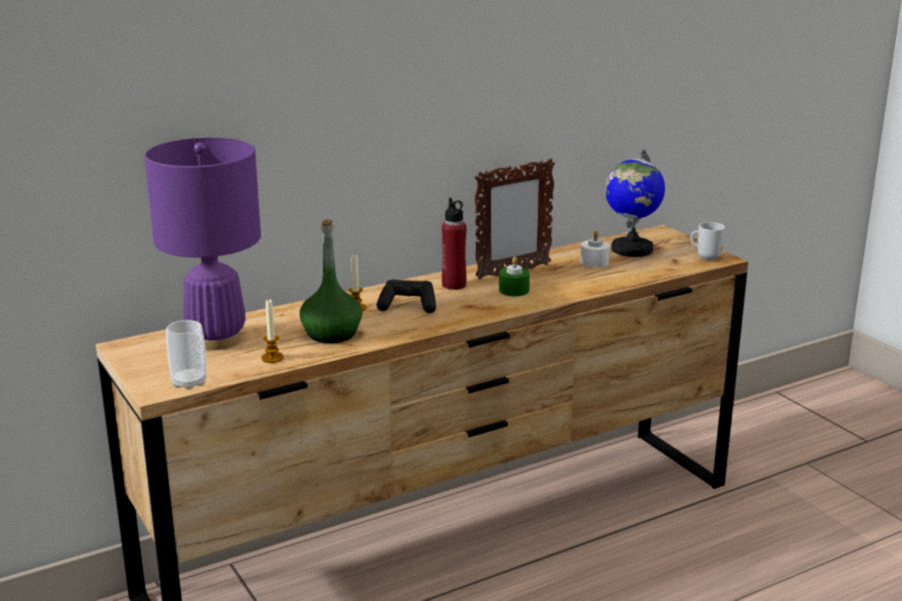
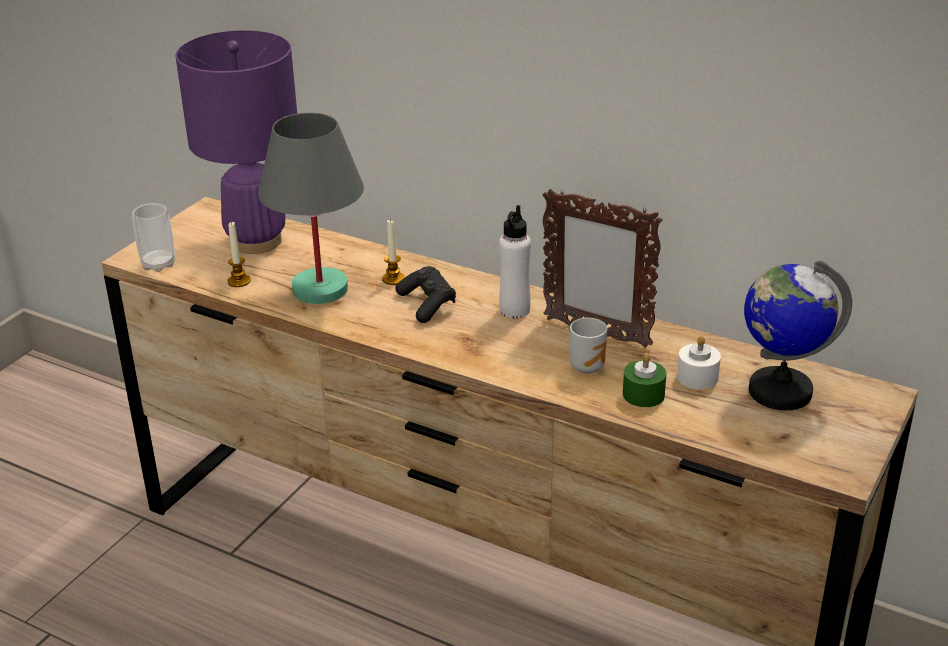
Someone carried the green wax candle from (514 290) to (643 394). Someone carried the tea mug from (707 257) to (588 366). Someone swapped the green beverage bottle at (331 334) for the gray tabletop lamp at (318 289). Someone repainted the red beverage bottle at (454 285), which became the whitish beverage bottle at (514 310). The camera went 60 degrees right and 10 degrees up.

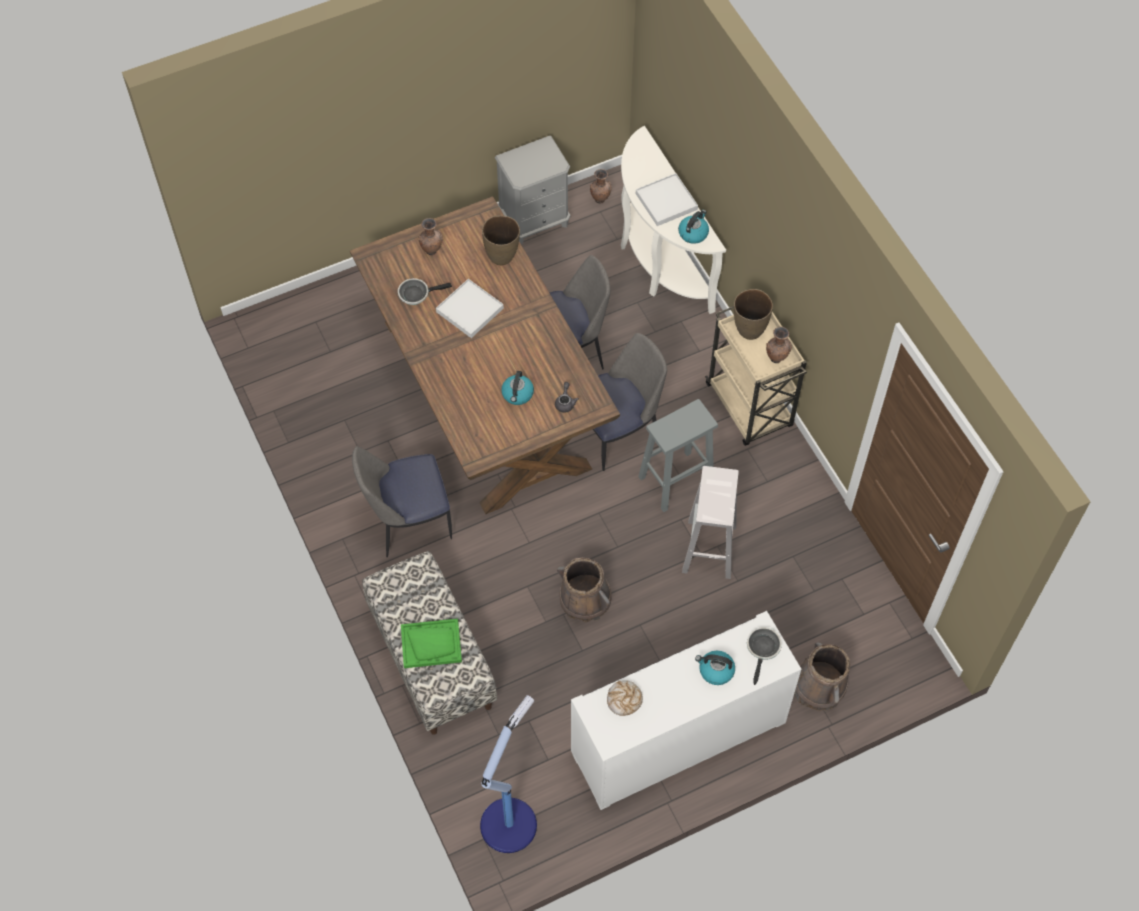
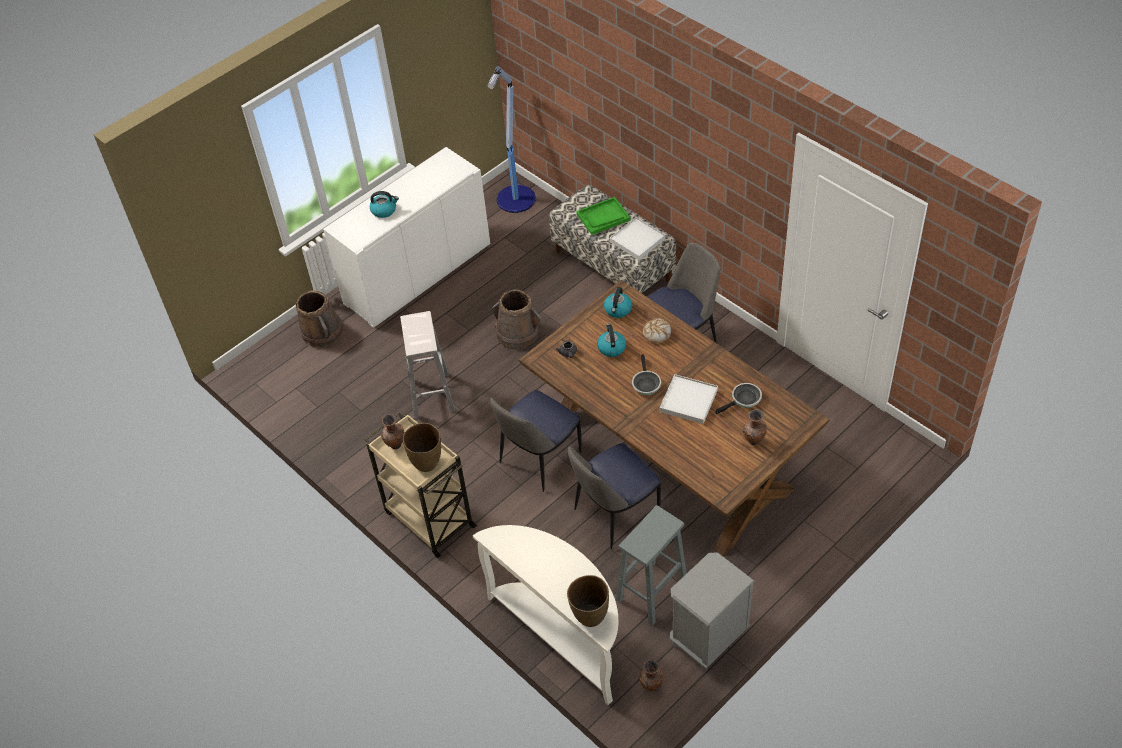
Someone carried the brownish vase from (502 256) to (590 617). Someone carried the bakery bread from (624 700) to (657 333). Someone carried the whitish tray from (666 201) to (637 240). Someone carried the gray stool from (677 480) to (651 594). Someone carried the water kettle from (693 233) to (618 310). Someone carried the skillet from (763 649) to (645 383). The camera went 165 degrees right and 10 degrees down.

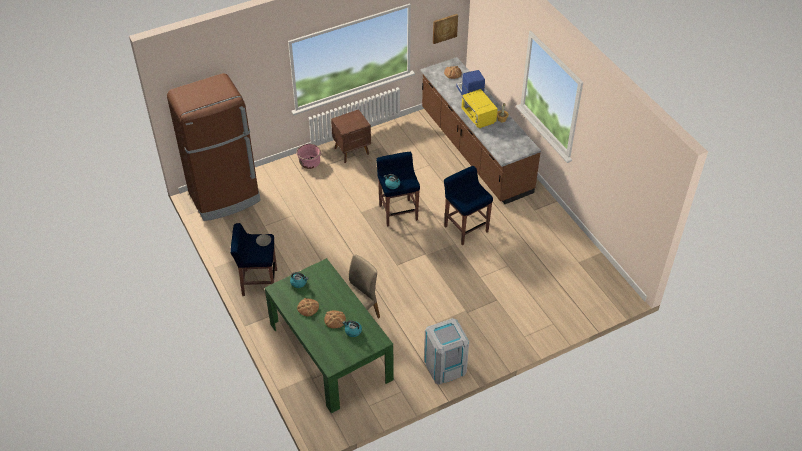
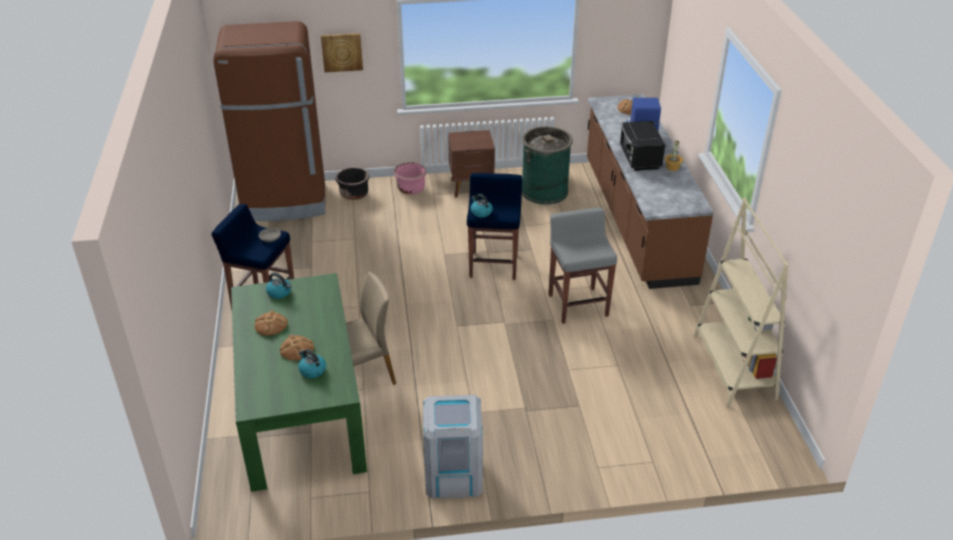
Someone put down the blackish plant pot at (354 194). Someone put down the green trash can at (544 191). Someone put down the sand-coloured shelving unit at (734 367). Someone carried the wall art from (444 28) to (342 52). Someone repainted the blue-coloured stool at (465 228), which became the gray stool at (578 304). Someone repainted the yellow-coloured kitchen microwave at (478 117), which became the blackish kitchen microwave at (639 159). The camera went 20 degrees right and 10 degrees down.

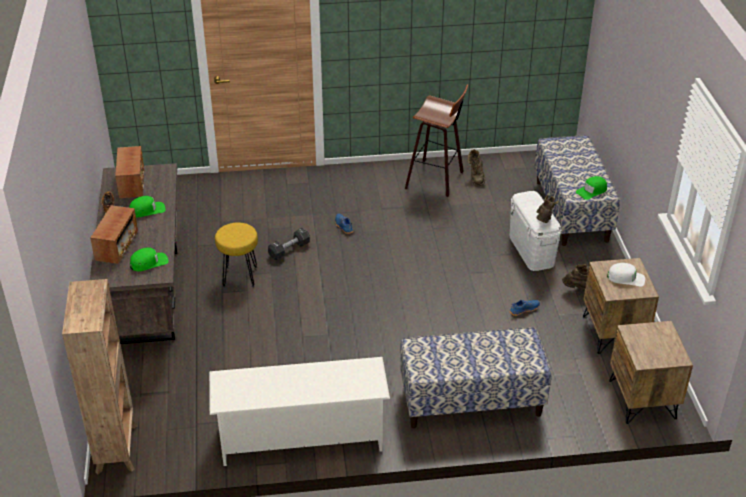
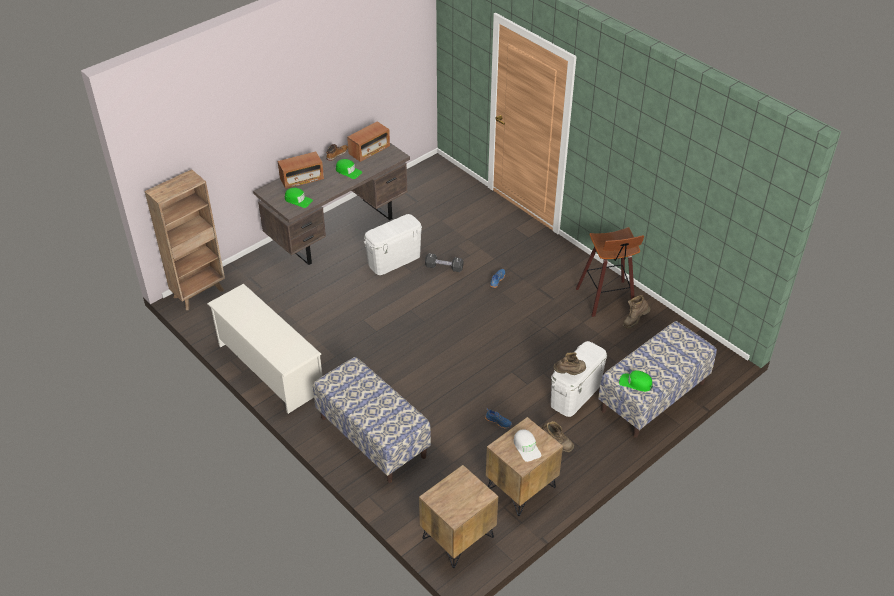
Someone swapped the yellow-coloured stool at (240 277) for the whitish storage bin at (394 260). The camera went 55 degrees right and 5 degrees up.

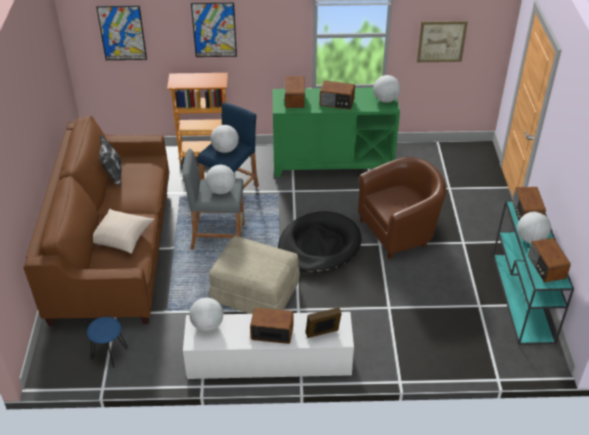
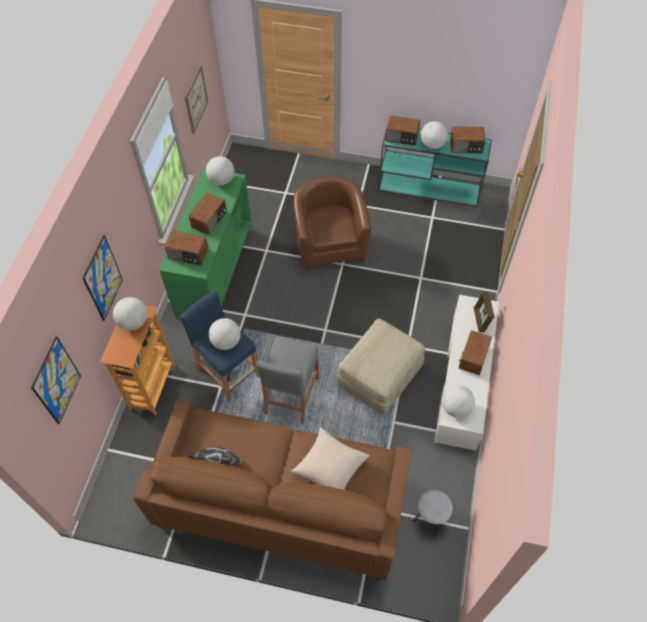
Someone took away the blackish dog bed at (319 246). Someone carried the world globe from (221 190) to (133 322). Someone repainted the blue-coloured stool at (109 354), which became the gray stool at (431 518). The camera went 75 degrees left and 15 degrees up.

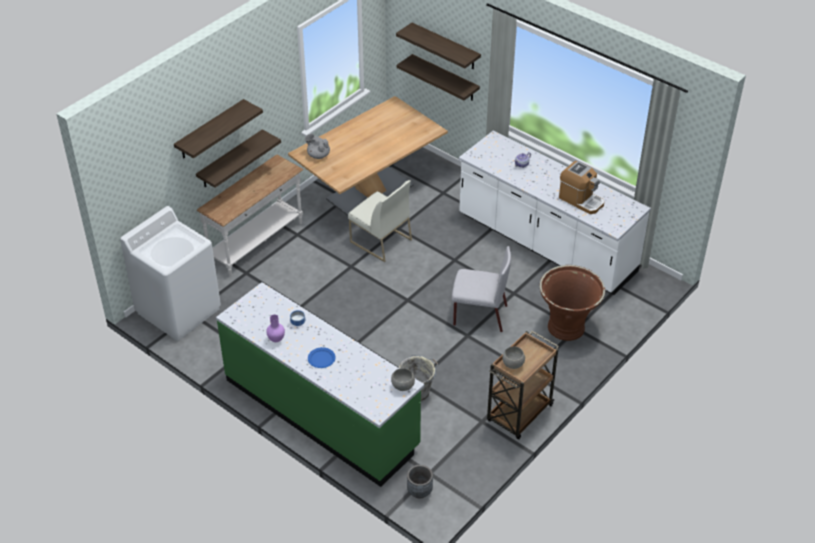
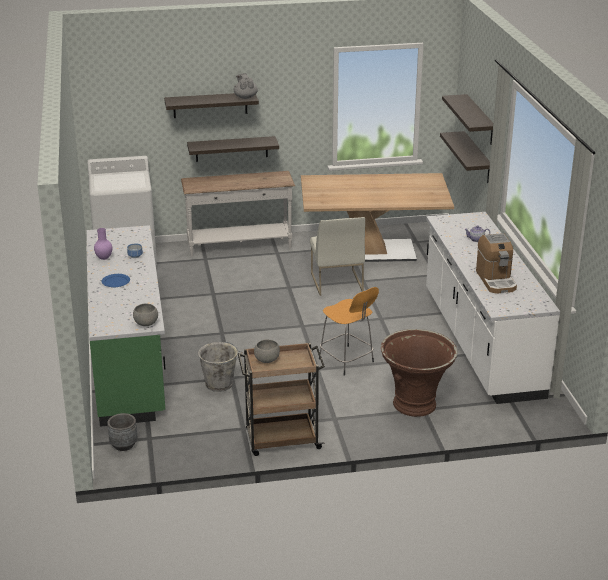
Someone carried the gray teapot from (318 155) to (245 97). Someone swapped the gray chair at (479 315) for the orange stool at (347 361). The camera went 40 degrees right and 15 degrees down.

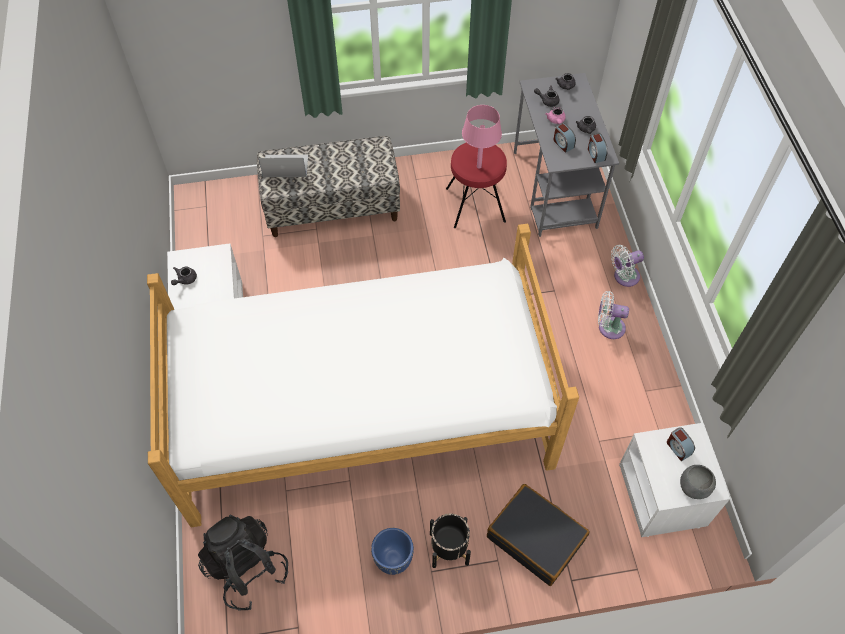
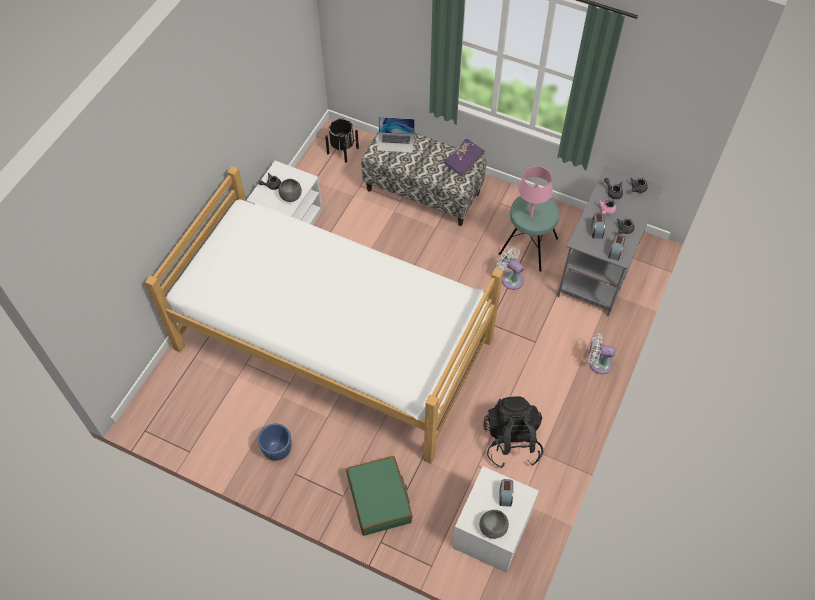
Someone put down the gray deep dish at (291 196). Someone put down the purple-coloured bound book at (464 161). Someone carried the blackish knapsack from (246 568) to (511 441). Someone carried the blackish plant pot from (449 549) to (342 150). Someone carried the whitish electric fan from (608 327) to (510 278). Someone repainted the red stool at (475 205), which became the turquoise stool at (528 246). Someone repainted the blackish piece of luggage at (536 538), which became the green piece of luggage at (379 499). Someone rotated the portable computer at (285 166) by 150 degrees clockwise. The camera went 35 degrees right and 0 degrees up.

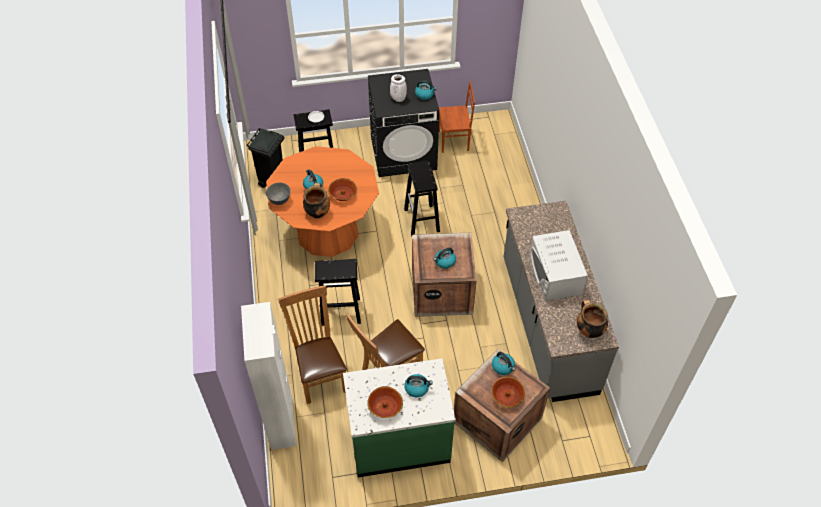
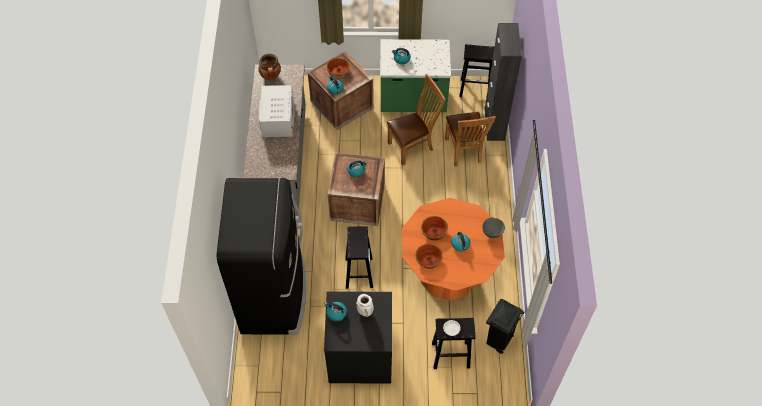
Someone took away the stockpot at (317 212). Someone took away the brownish chair at (454 141). Someone put down the blackish refrigerator at (274 295). Someone carried the blackish stool from (339 311) to (475 89). Someone carried the deep dish from (385 407) to (428 259). Someone repainted the whitish cabinet at (281 422), which became the blackish cabinet at (494 124). The camera went 170 degrees left and 5 degrees up.

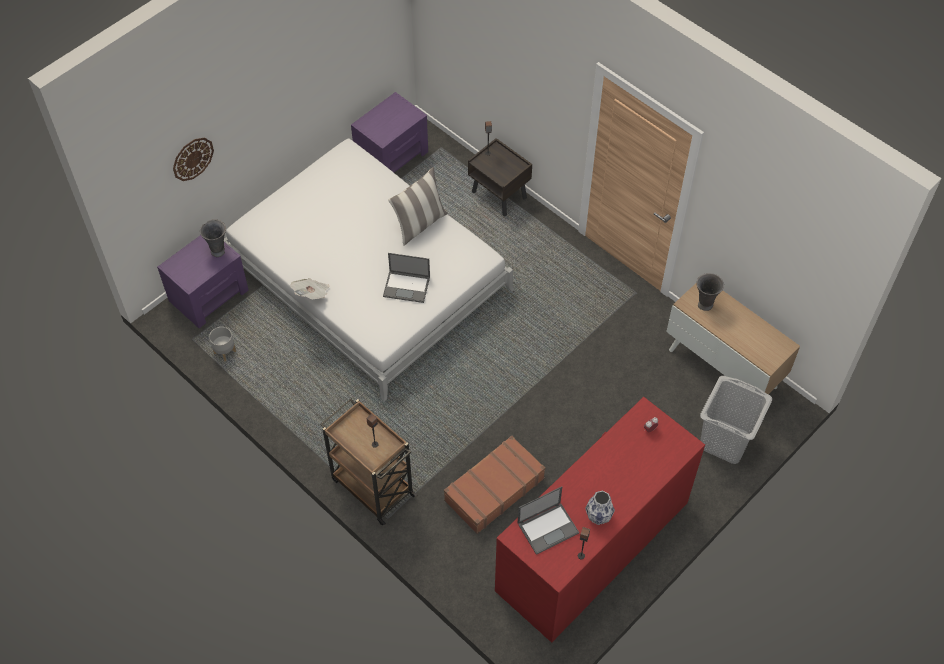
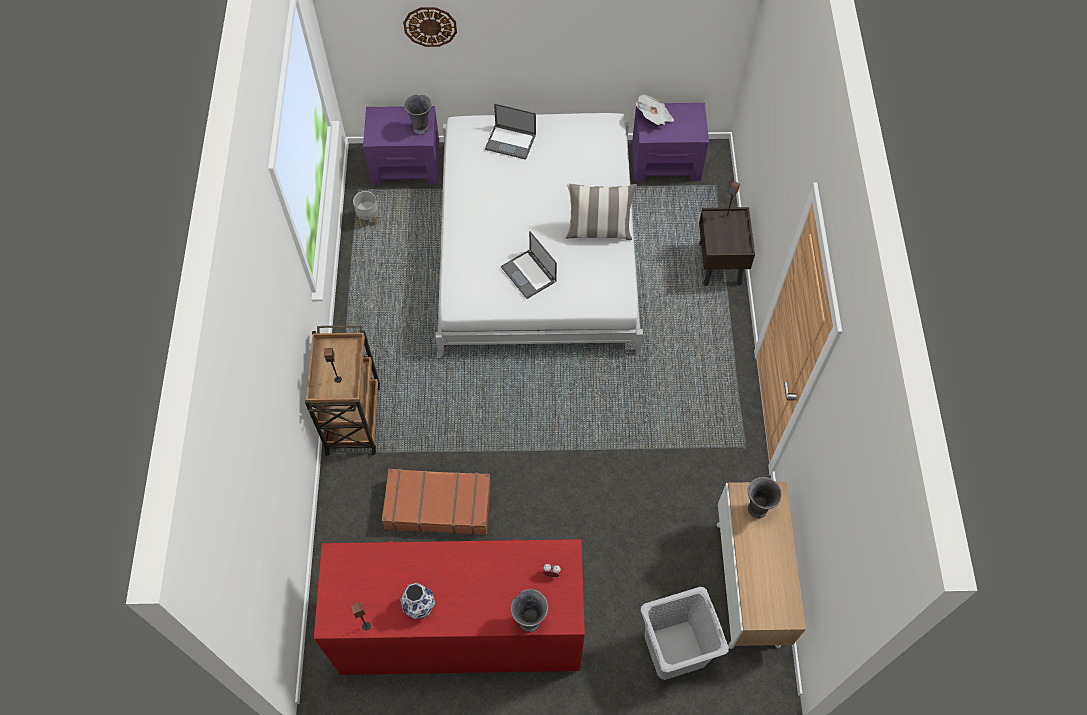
Someone put down the gray vase at (530 620). Someone carried the printed paper from (312 294) to (654 117). Someone carried the portable computer from (548 527) to (511 141). The camera went 45 degrees right and 5 degrees up.

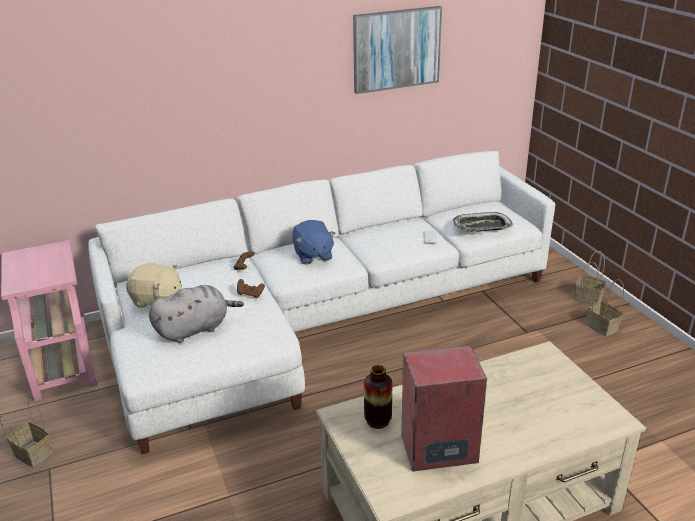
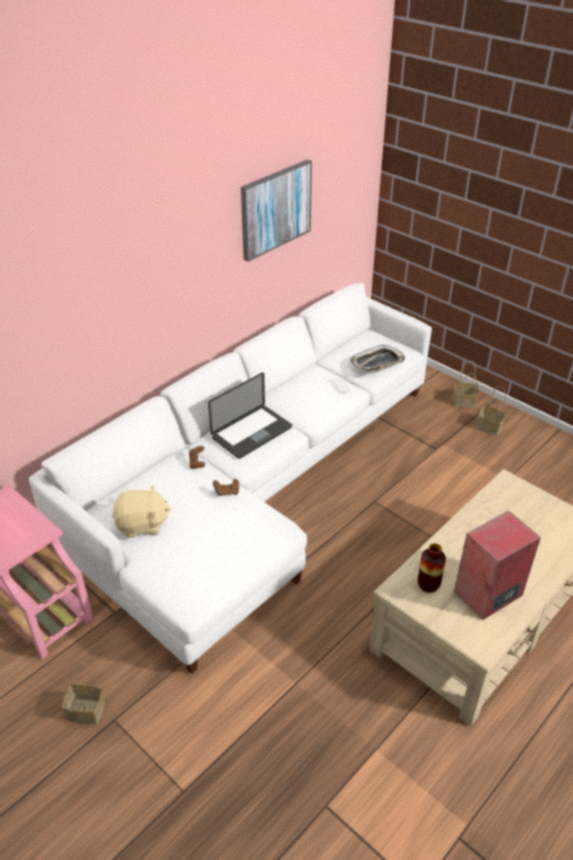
Someone took away the gray cuddly toy at (195 329). Someone swapped the blue-coloured cuddly toy at (313 255) for the portable computer at (252 433). The camera went 25 degrees left and 10 degrees up.

